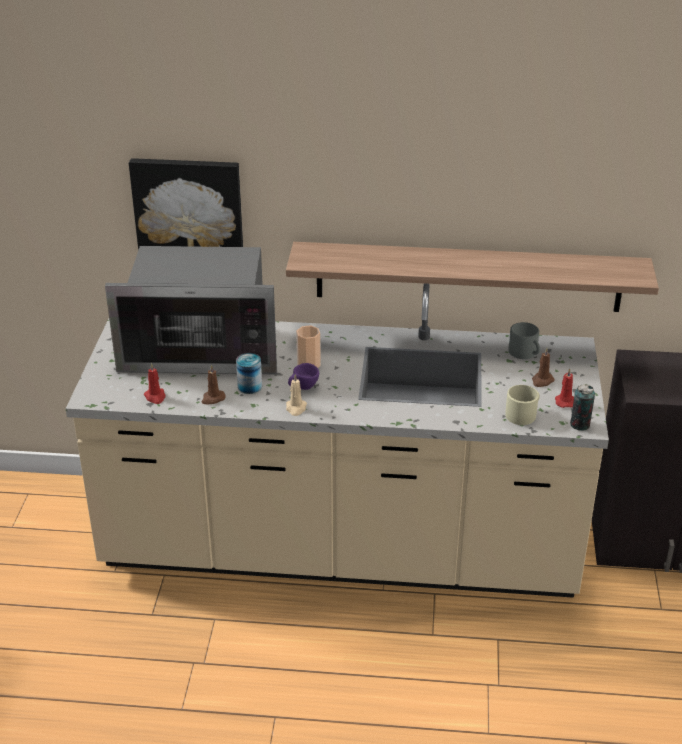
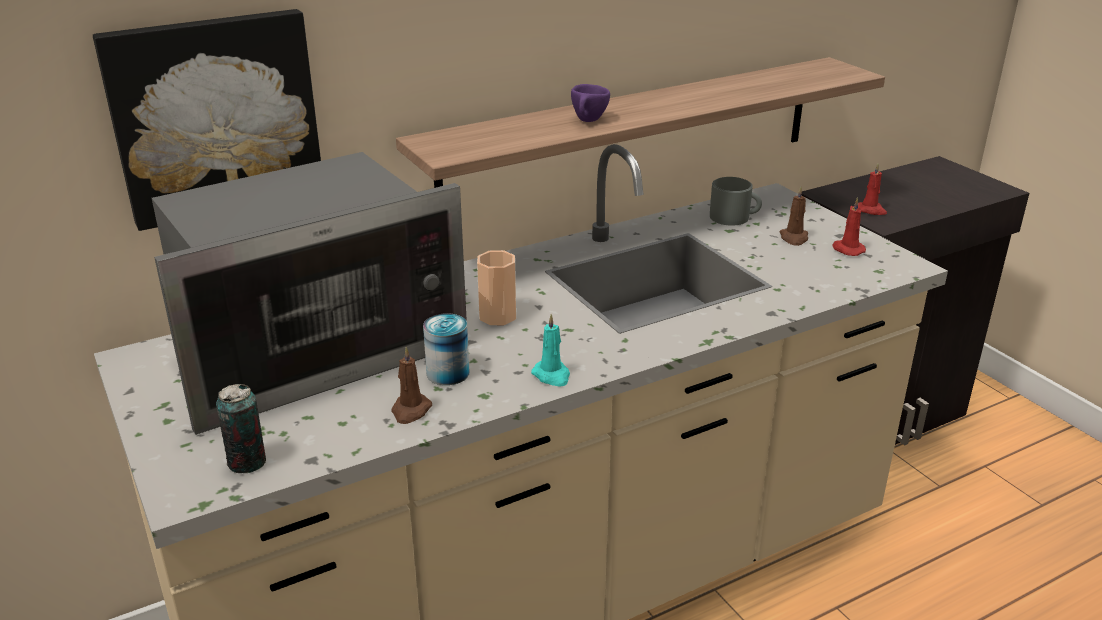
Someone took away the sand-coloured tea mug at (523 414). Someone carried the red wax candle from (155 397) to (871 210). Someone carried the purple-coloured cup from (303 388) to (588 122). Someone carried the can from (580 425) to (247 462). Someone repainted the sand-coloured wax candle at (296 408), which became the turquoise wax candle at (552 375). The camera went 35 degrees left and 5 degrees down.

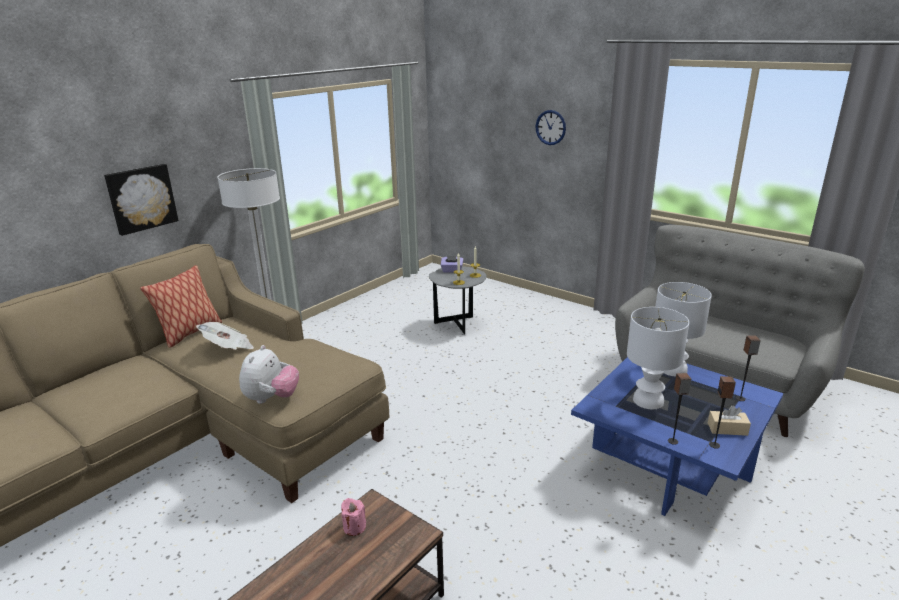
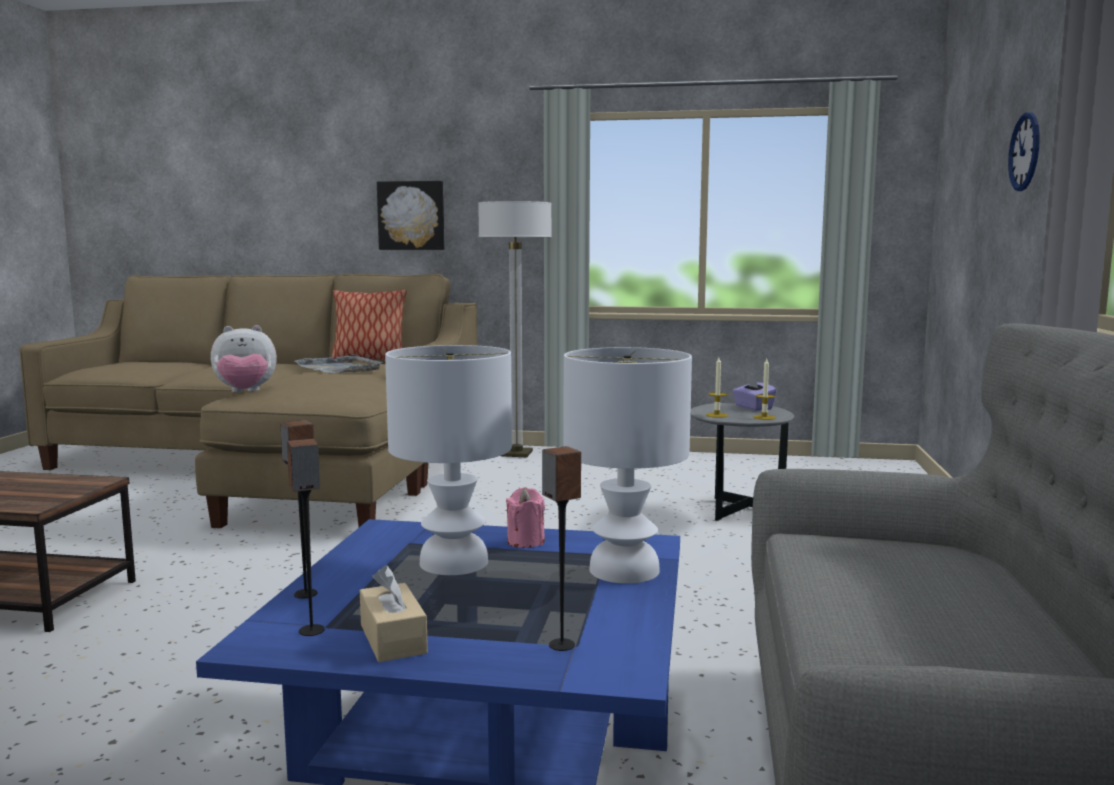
Someone carried the pink-coloured wax candle from (354 527) to (525 541). Someone swapped the printed paper at (228 348) for the gray tray at (340 368). The camera went 60 degrees right and 15 degrees down.

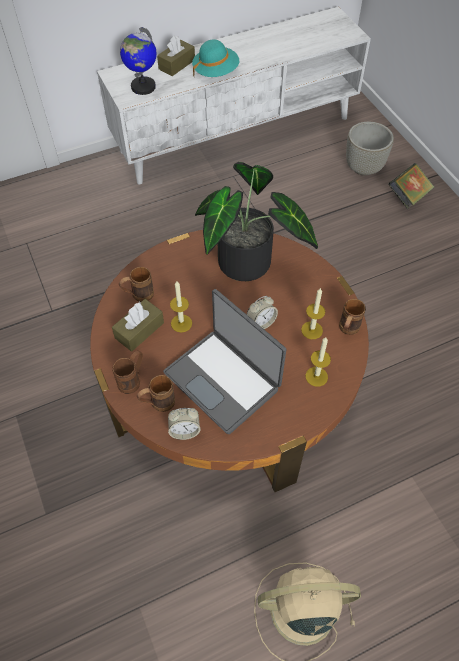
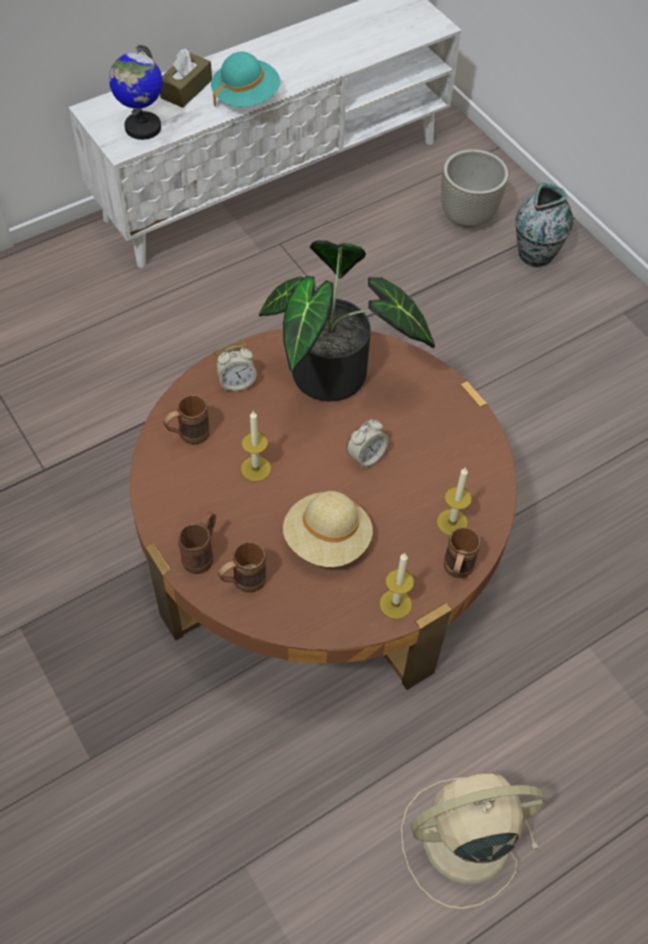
Someone took away the brownish tissue holder at (139 330). Someone carried the table clock from (184 431) to (236 382). Someone carried the wax candle from (312 330) to (395 604). Someone carried the brownish tea mug from (347 330) to (456 571). Someone swapped the portable computer at (223 380) for the sand-coloured hat at (327 540). Someone swapped the bound book at (408 197) for the vase at (536 254). The camera went 10 degrees left and 0 degrees up.

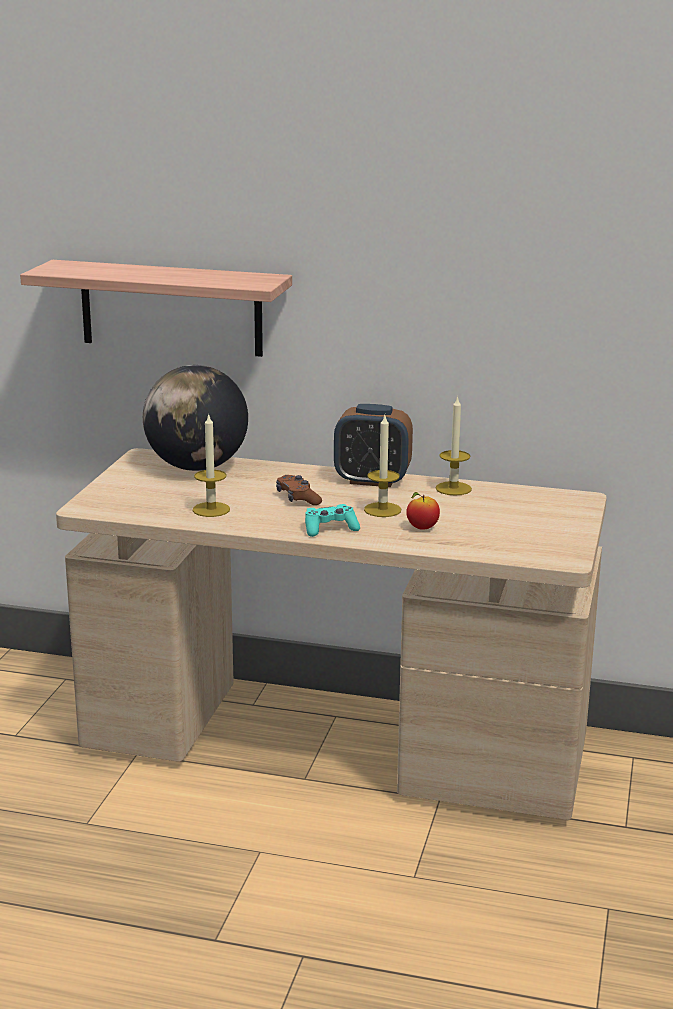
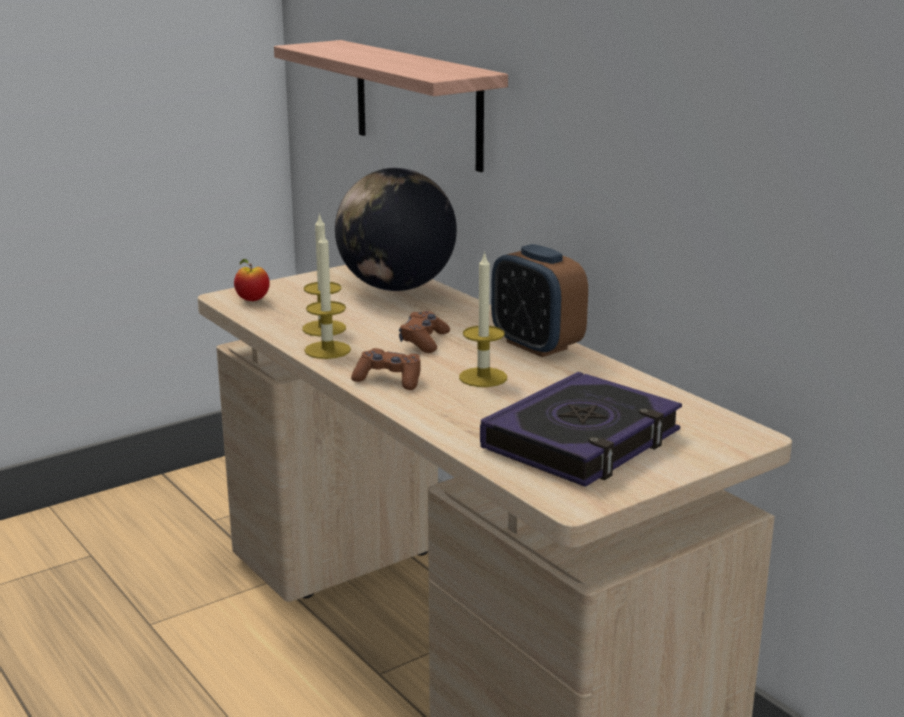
Someone put down the bound book at (582 441). Someone carried the whole apple from (422 528) to (252 300). Someone carried the wax candle from (453 488) to (327 350). Someone repainted the turquoise joypad at (330 529), which became the brownish joypad at (389 380). The camera went 40 degrees right and 0 degrees up.

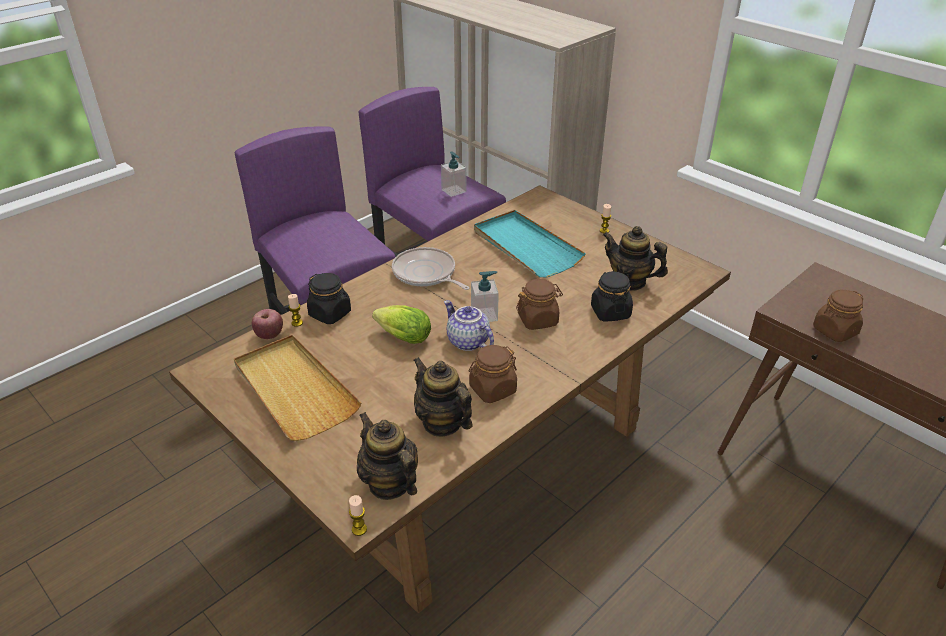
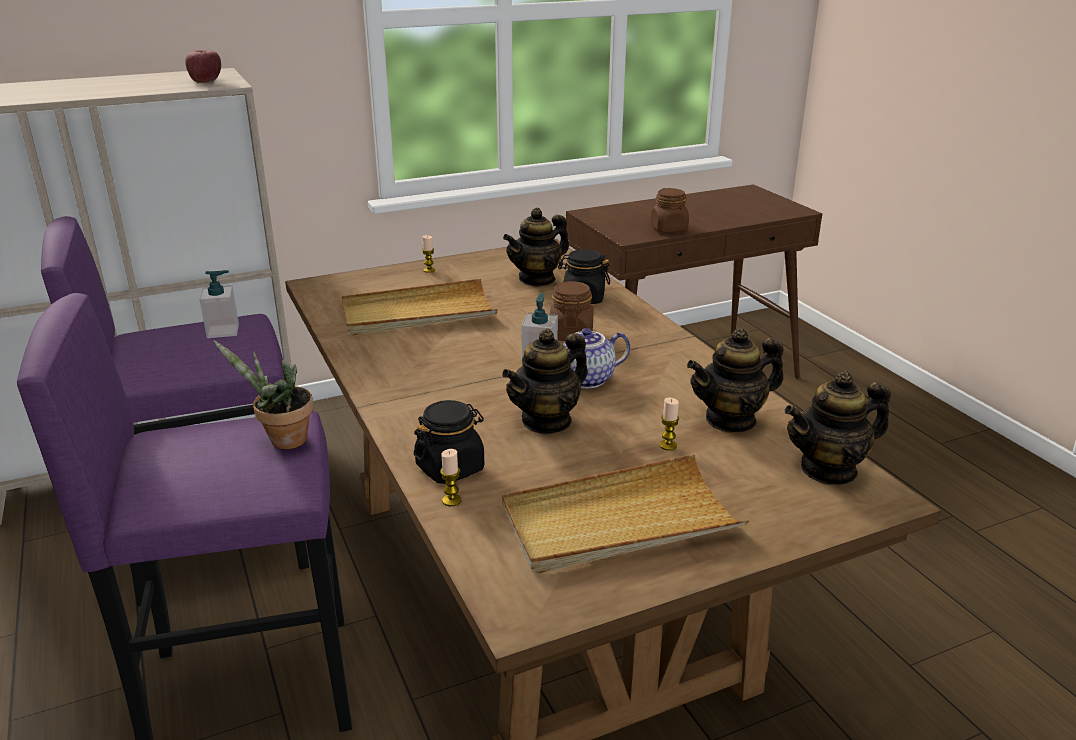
Someone took away the skillet at (426 274). Someone took away the brownish jar at (492 389). Someone put down the houseplant at (283 441). Someone carried the whole apple from (269 335) to (206 82). Someone carried the wax candle from (359 529) to (668 445). Someone swapped the lettuce head at (401 337) for the teapot at (547 421). Someone repainted the turquoise tray at (525 247), which became the sand-coloured tray at (417 313). The camera went 70 degrees left and 10 degrees down.

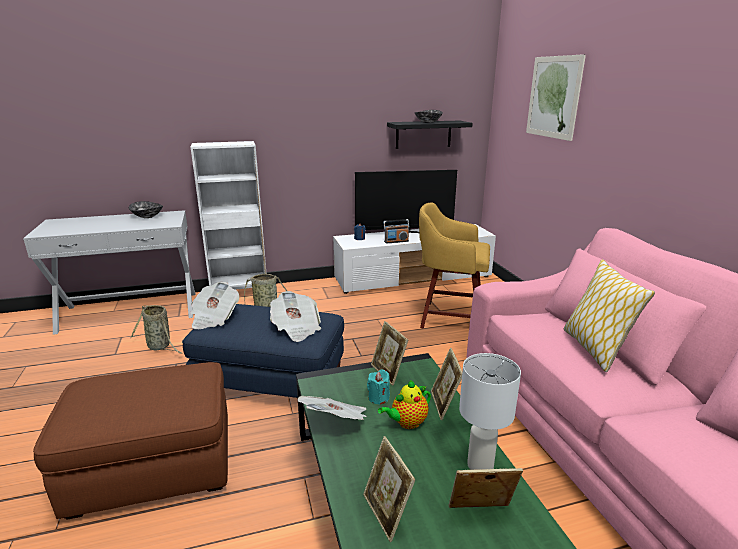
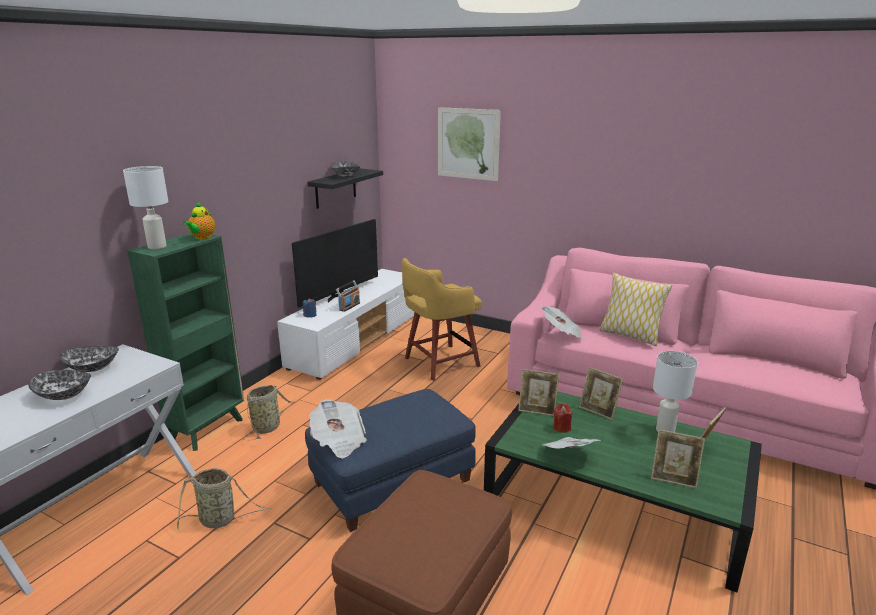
Someone put down the deep dish at (64 395). Someone put down the whitish tabletop lamp at (156 246). Someone carried the printed paper from (296 328) to (562 332). Someone carried the teapot from (407 423) to (202 237). Someone repainted the whitish shelving unit at (240 295), which became the green shelving unit at (208 429). Someone repainted the turquoise wax candle at (378 398), which became the red wax candle at (561 427). The camera went 45 degrees left and 0 degrees up.

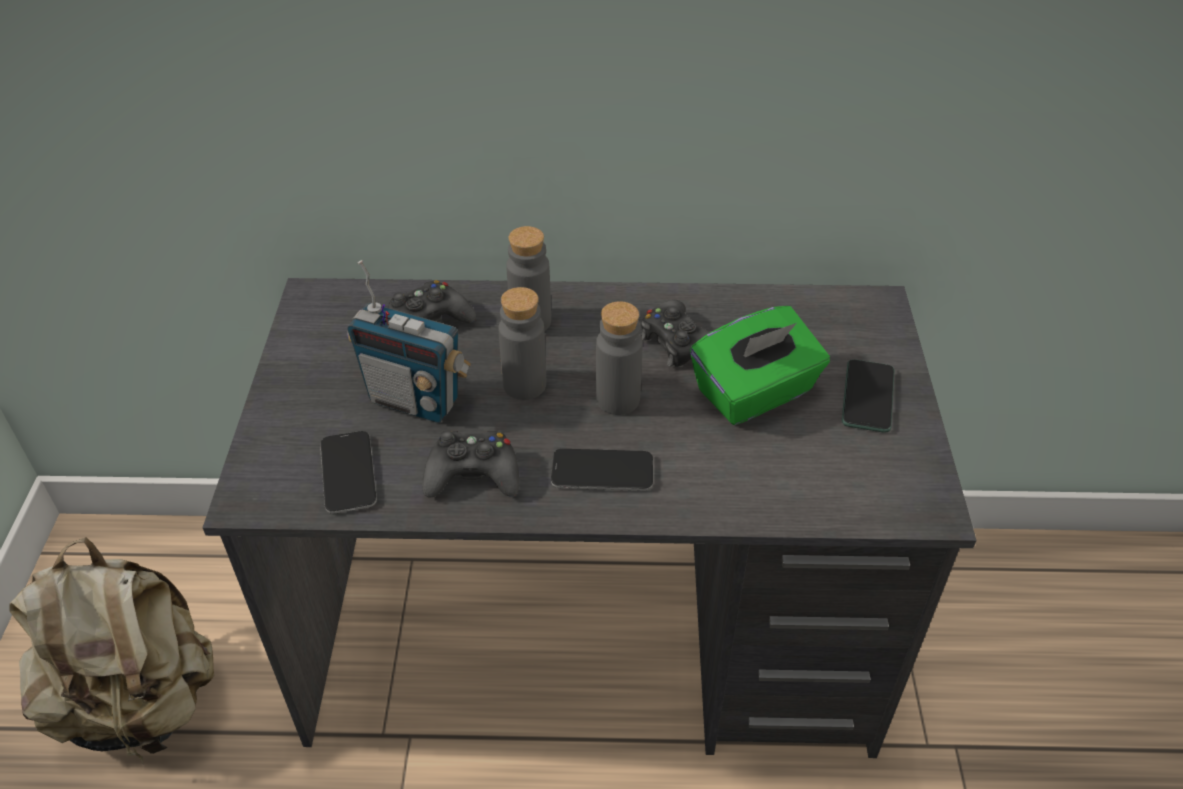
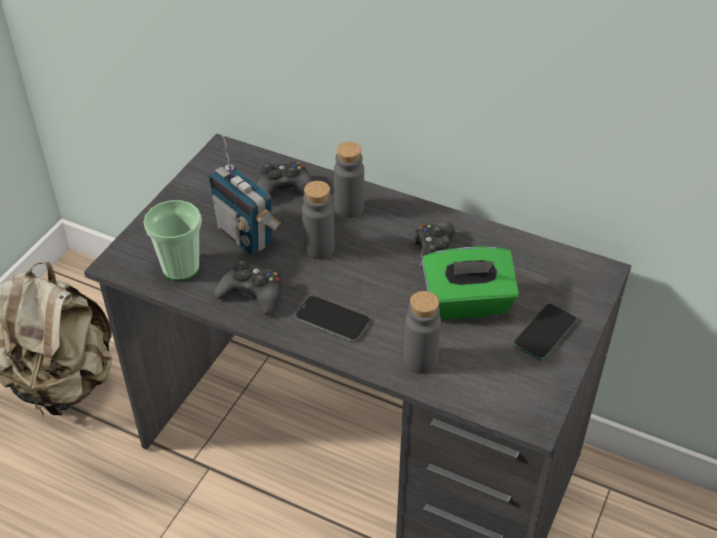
Someone carried the gray beverage bottle from (618 399) to (420 361). Someone swapped the phone at (348 473) for the cup at (180 268). The camera went 25 degrees right and 0 degrees up.

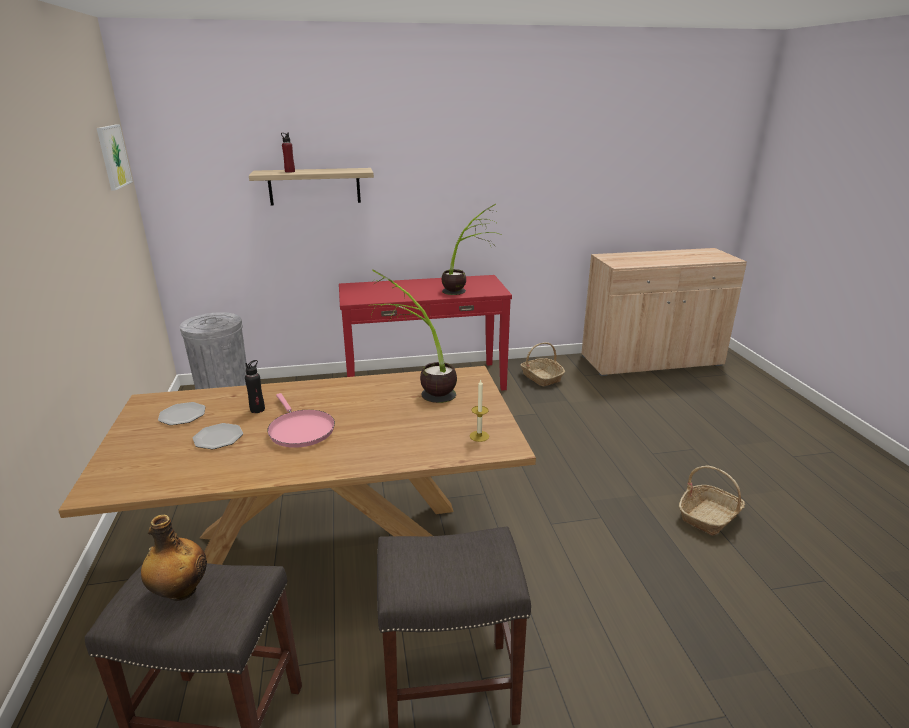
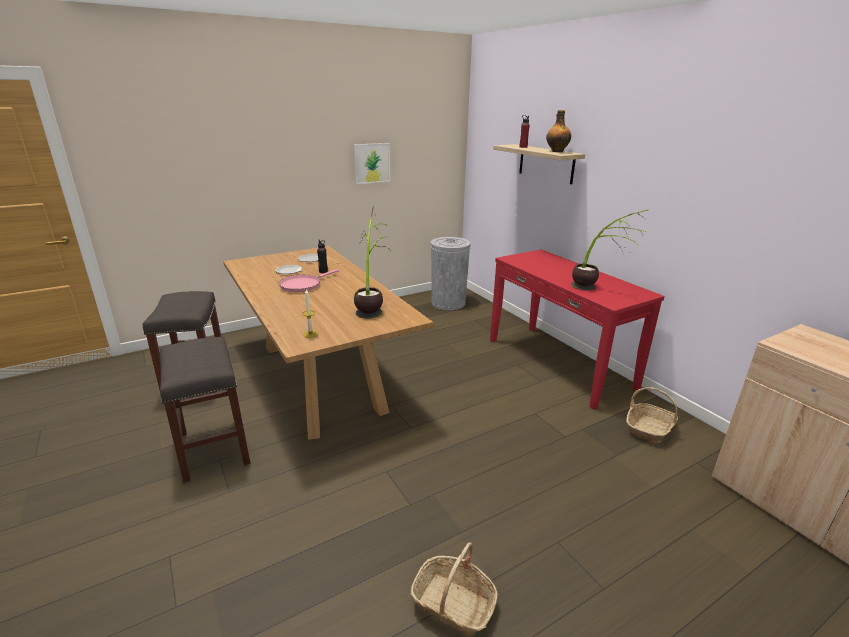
Someone carried the wall art from (113 156) to (372 163). Someone carried the beverage bottle from (180 591) to (557 151). The camera went 70 degrees right and 0 degrees up.

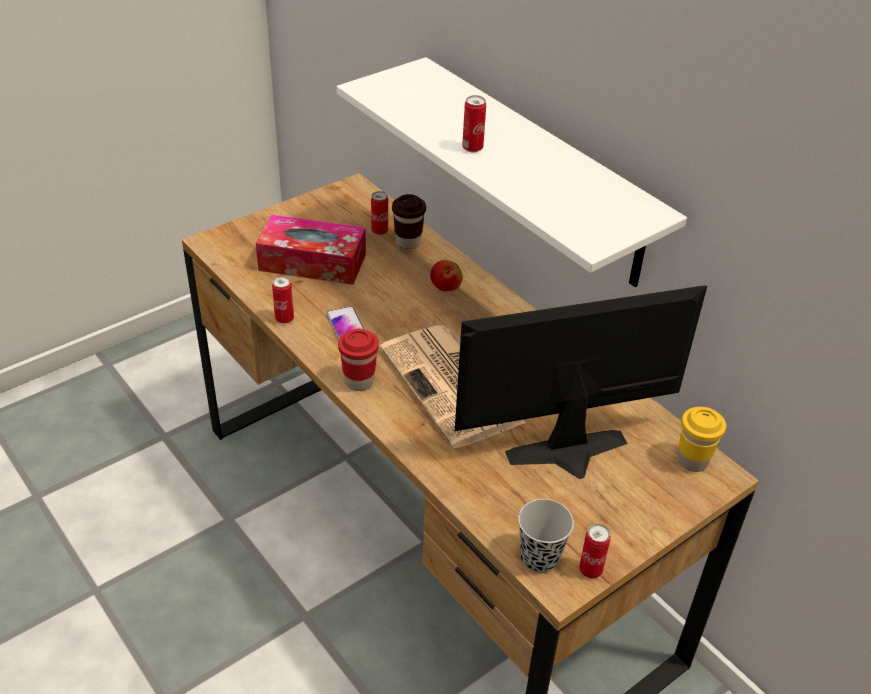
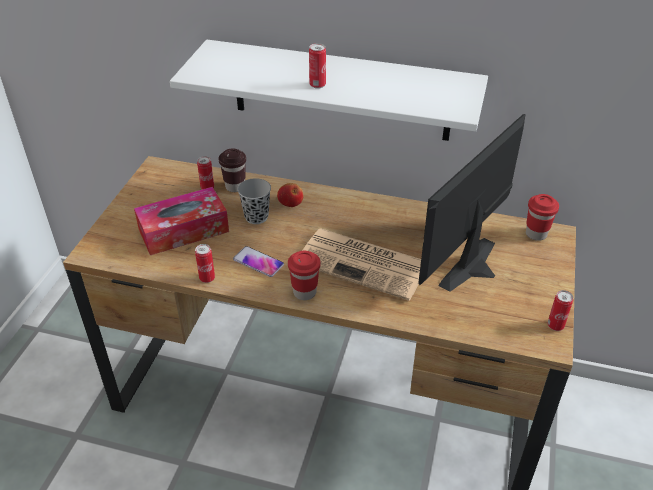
Someone carried the blackish cup from (539 558) to (256 217). Someone repainted the yellow-coloured cup at (692 461), which became the red cup at (536 234). The camera went 35 degrees left and 0 degrees up.

